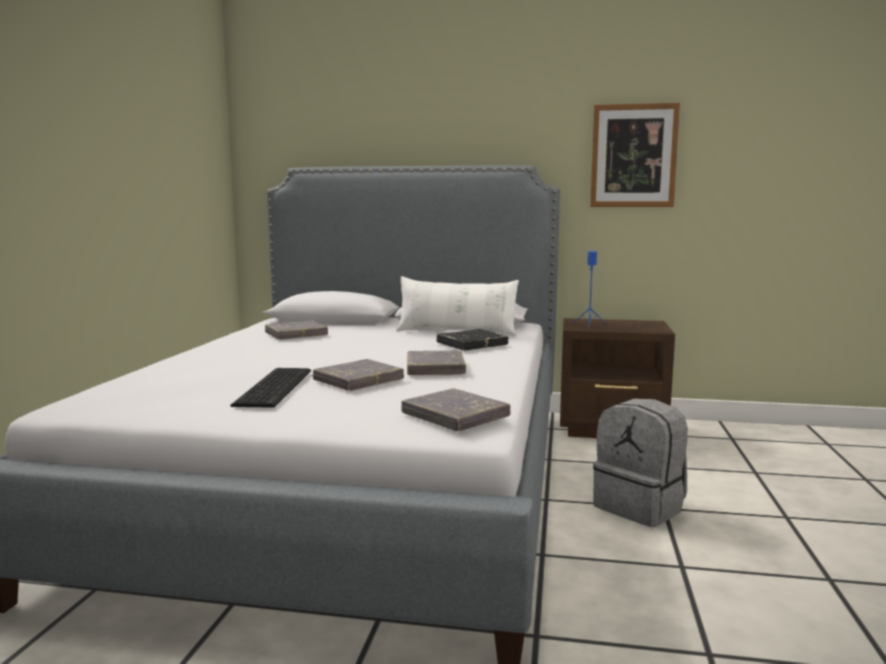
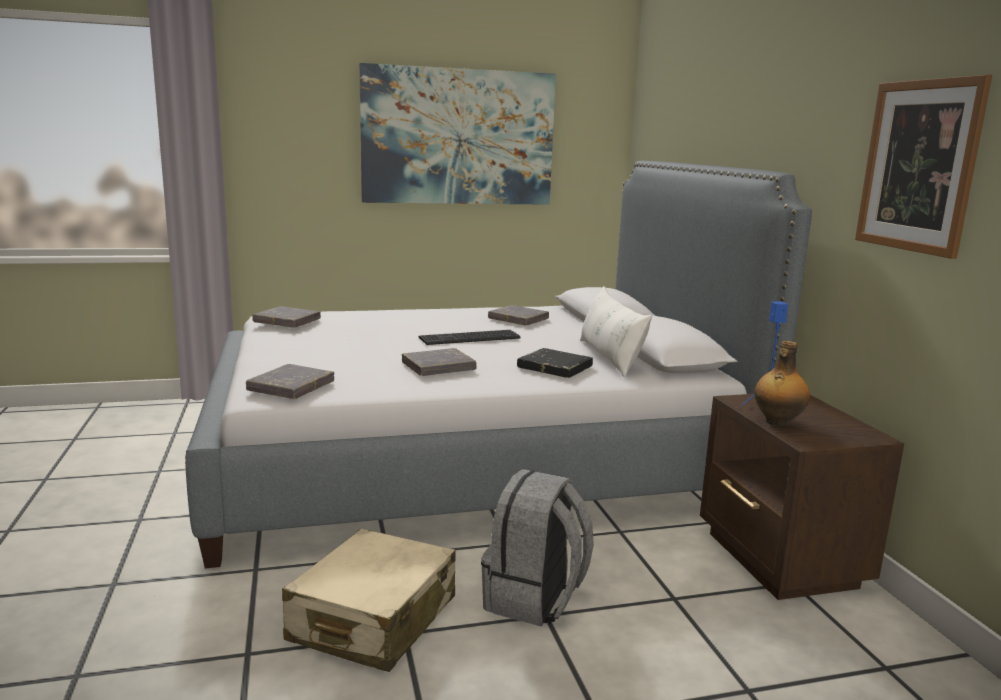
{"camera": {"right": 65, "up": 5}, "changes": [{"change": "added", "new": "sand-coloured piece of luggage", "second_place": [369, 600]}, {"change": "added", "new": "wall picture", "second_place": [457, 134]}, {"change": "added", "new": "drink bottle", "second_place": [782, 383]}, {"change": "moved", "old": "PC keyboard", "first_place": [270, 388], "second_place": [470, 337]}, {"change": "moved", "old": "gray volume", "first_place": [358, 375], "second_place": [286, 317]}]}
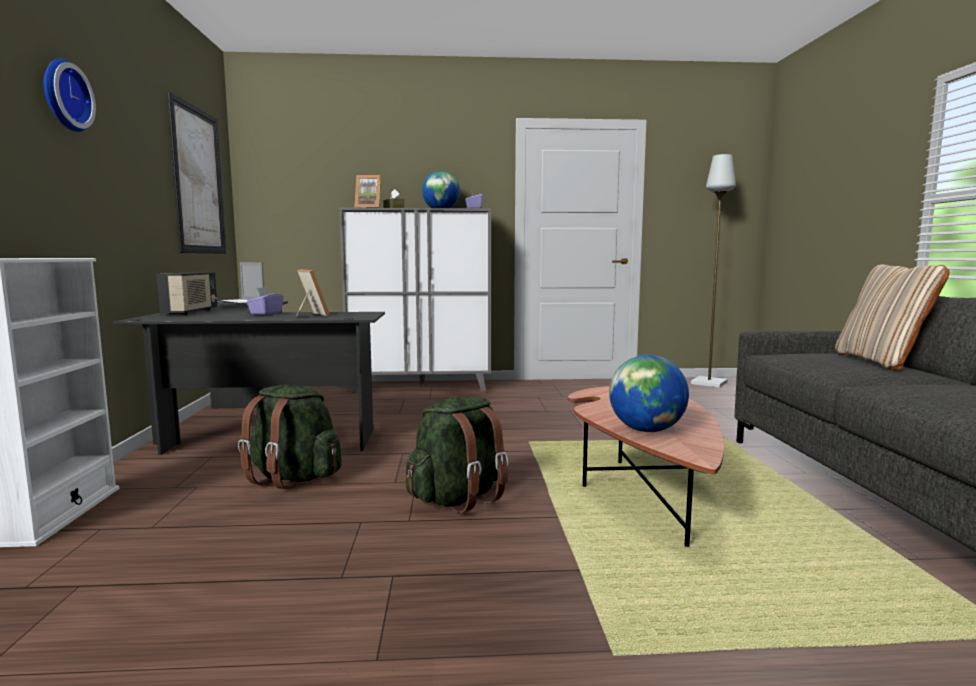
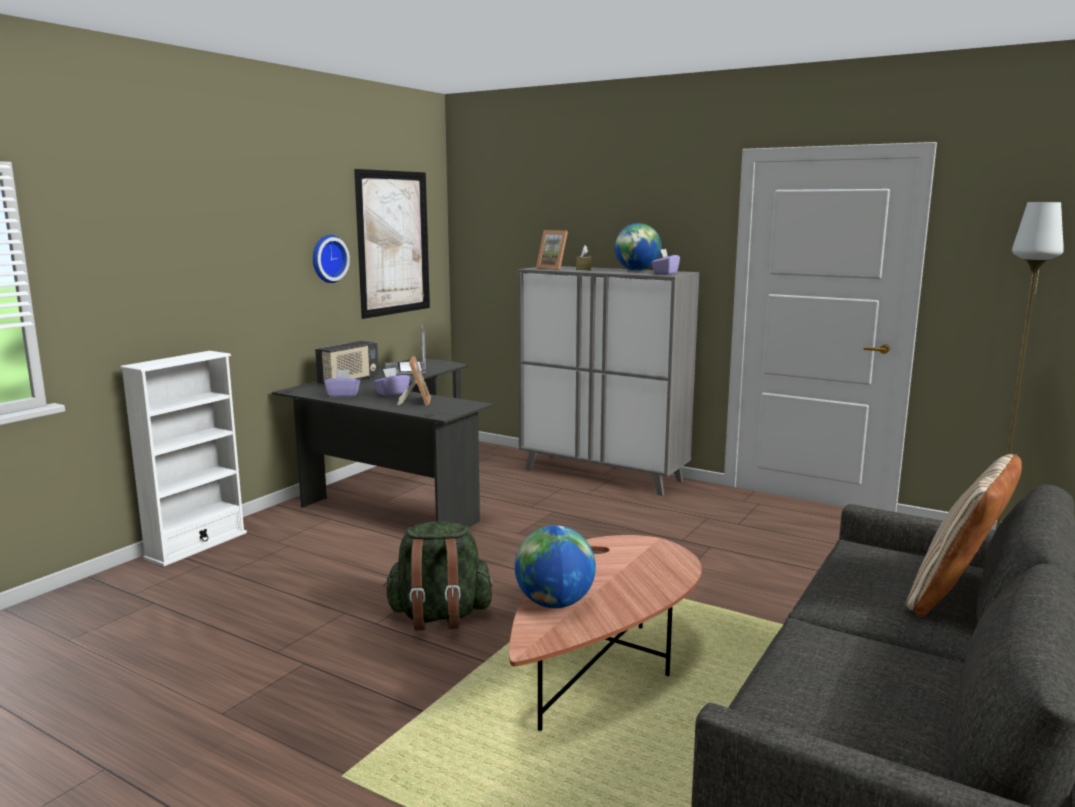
{"camera": {"right": 35, "up": 5}, "changes": [{"change": "removed", "old": "green rucksack", "first_place": [290, 437]}, {"change": "added", "new": "purplish tissue box", "second_place": [342, 383]}, {"change": "moved", "old": "hanging clock", "first_place": [69, 95], "second_place": [331, 259]}]}
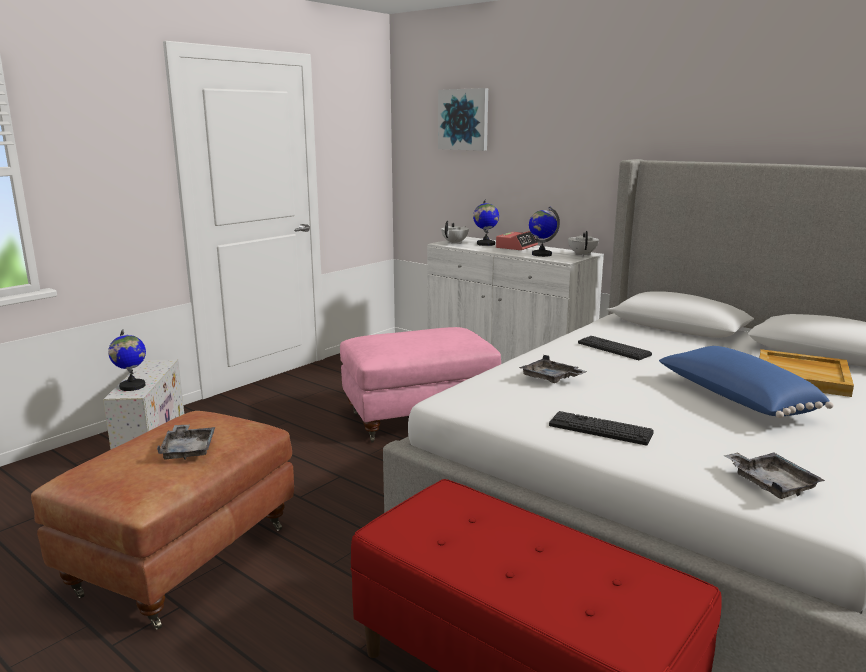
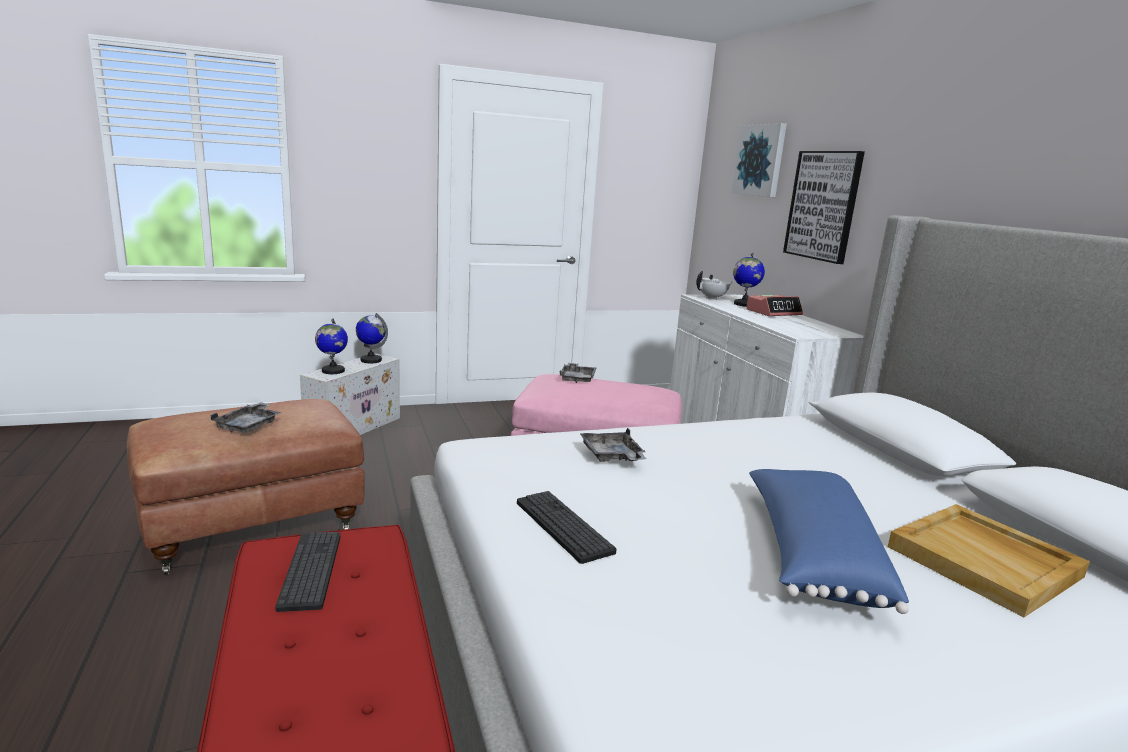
{"camera": {"right": 30, "up": 0}, "changes": [{"change": "removed", "old": "whitish pot for tea", "first_place": [583, 243]}, {"change": "added", "new": "wall picture", "second_place": [824, 207]}, {"change": "moved", "old": "desk globe", "first_place": [544, 232], "second_place": [372, 338]}, {"change": "moved", "old": "PC keyboard", "first_place": [615, 348], "second_place": [307, 572]}, {"change": "moved", "old": "gray serving tray", "first_place": [774, 475], "second_place": [578, 373]}]}
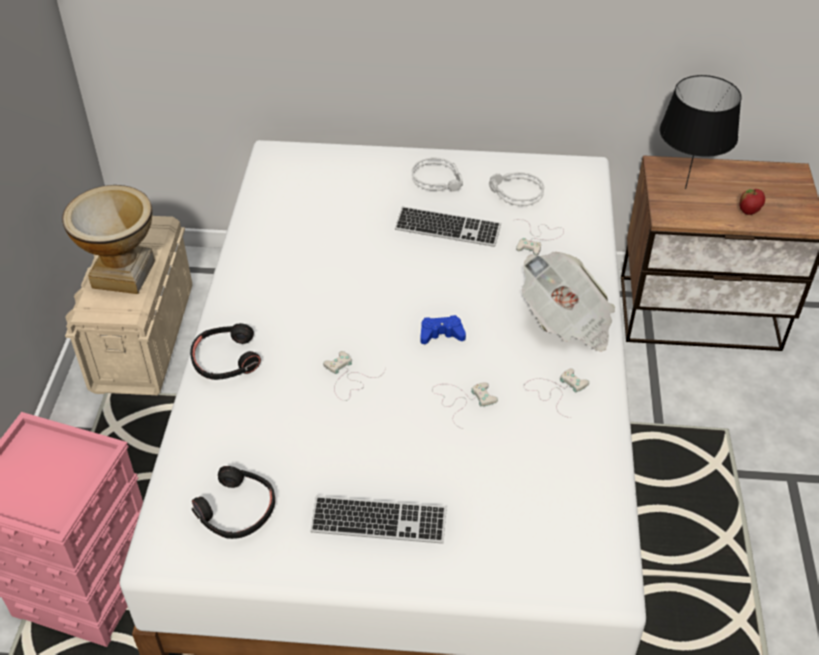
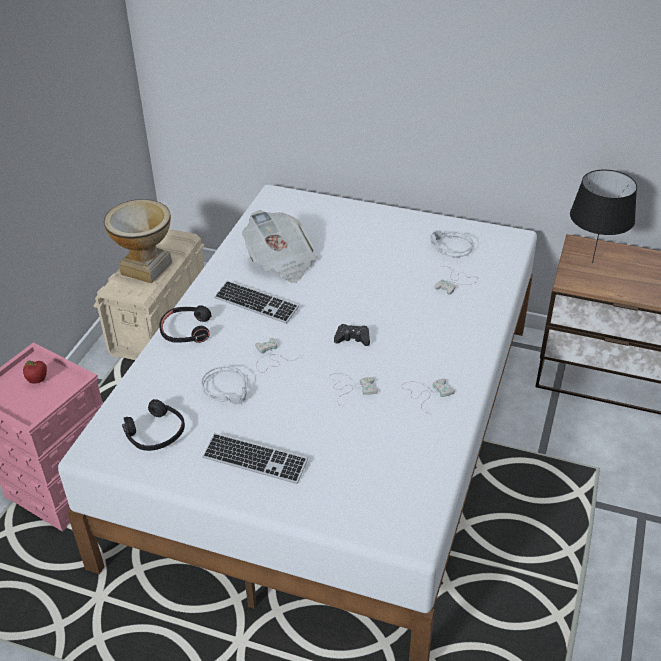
{"camera": {"right": 15, "up": -5}, "changes": [{"change": "moved", "old": "PC keyboard", "first_place": [448, 226], "second_place": [256, 302]}, {"change": "moved", "old": "gray headset", "first_place": [437, 174], "second_place": [224, 385]}, {"change": "moved", "old": "daily paper", "first_place": [568, 302], "second_place": [280, 246]}, {"change": "moved", "old": "whole apple", "first_place": [752, 202], "second_place": [35, 372]}, {"change": "recoloured", "old": "bluish game controller", "new": "black game controller", "first_place": [443, 329], "second_place": [352, 335]}]}
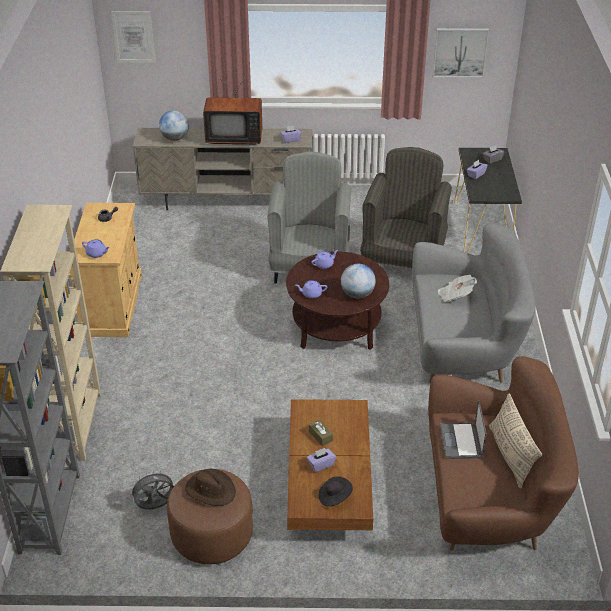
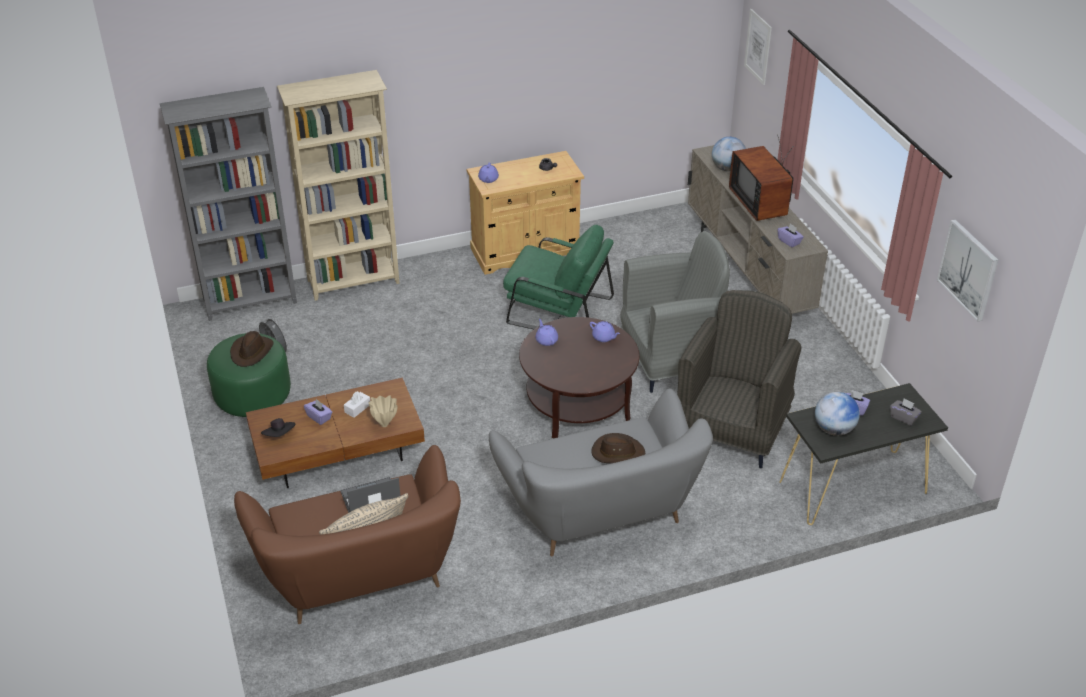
{"camera": {"right": 70, "up": 0}, "changes": [{"change": "added", "new": "sand-coloured decorative vase", "second_place": [383, 411]}, {"change": "added", "new": "green lounge chair", "second_place": [558, 277]}, {"change": "moved", "old": "desk globe", "first_place": [358, 281], "second_place": [837, 414]}, {"change": "replaced", "old": "daily paper", "new": "brownish clothing hat", "first_place": [457, 288], "second_place": [618, 448]}, {"change": "recoloured", "old": "brownish footrest", "new": "green footrest", "first_place": [210, 516], "second_place": [249, 375]}, {"change": "recoloured", "old": "brownish tissue box", "new": "whitish tissue box", "first_place": [321, 433], "second_place": [357, 404]}, {"change": "turned", "old": "gray lounge chair", "first_place": [406, 208], "second_place": [739, 379], "degrees": -60}]}
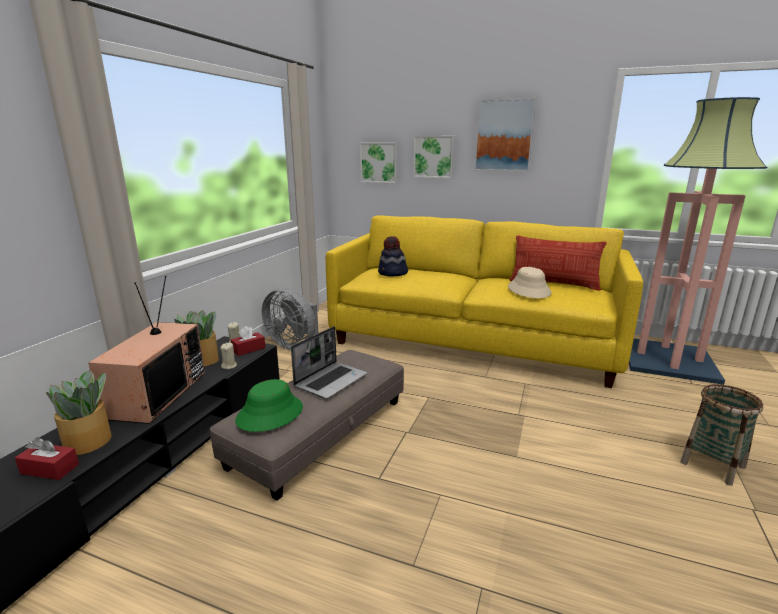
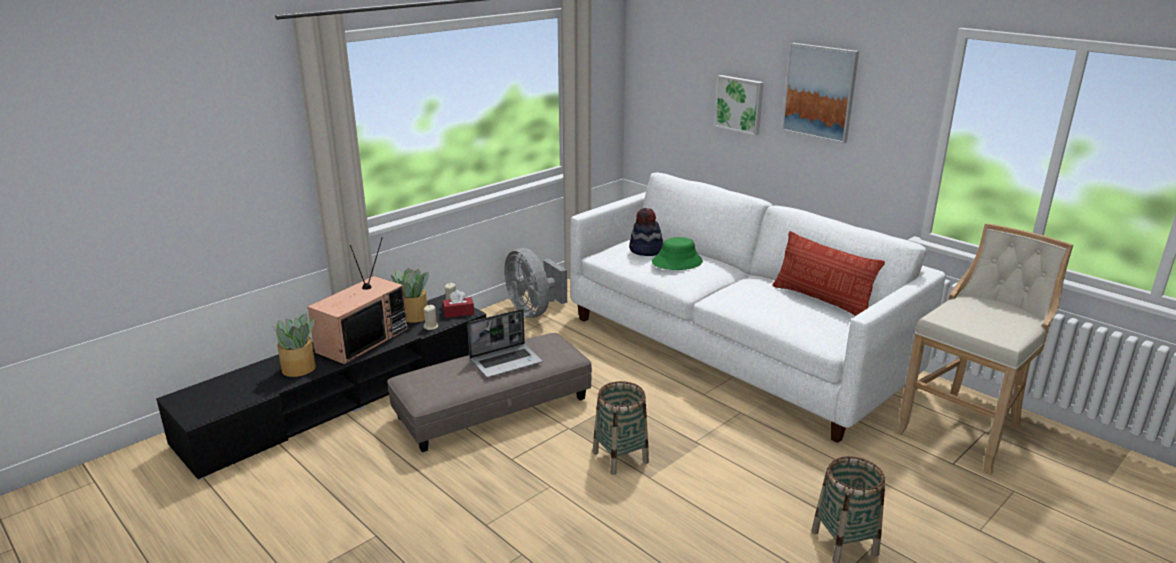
{"camera": {"right": 25, "up": 5}, "changes": [{"change": "removed", "old": "red-coloured tissue box", "first_place": [47, 458]}, {"change": "removed", "old": "wall picture", "first_place": [378, 163]}, {"change": "removed", "old": "sand-coloured clothing hat", "first_place": [530, 282]}, {"change": "added", "new": "basket", "second_place": [621, 428]}, {"change": "moved", "old": "green clothing hat", "first_place": [269, 405], "second_place": [677, 253]}, {"change": "replaced", "old": "standing lamp", "new": "sand-coloured sitting stool", "first_place": [698, 241], "second_place": [984, 349]}, {"change": "recoloured", "old": "yellow settee", "new": "whitish settee", "first_place": [484, 302], "second_place": [757, 308]}]}
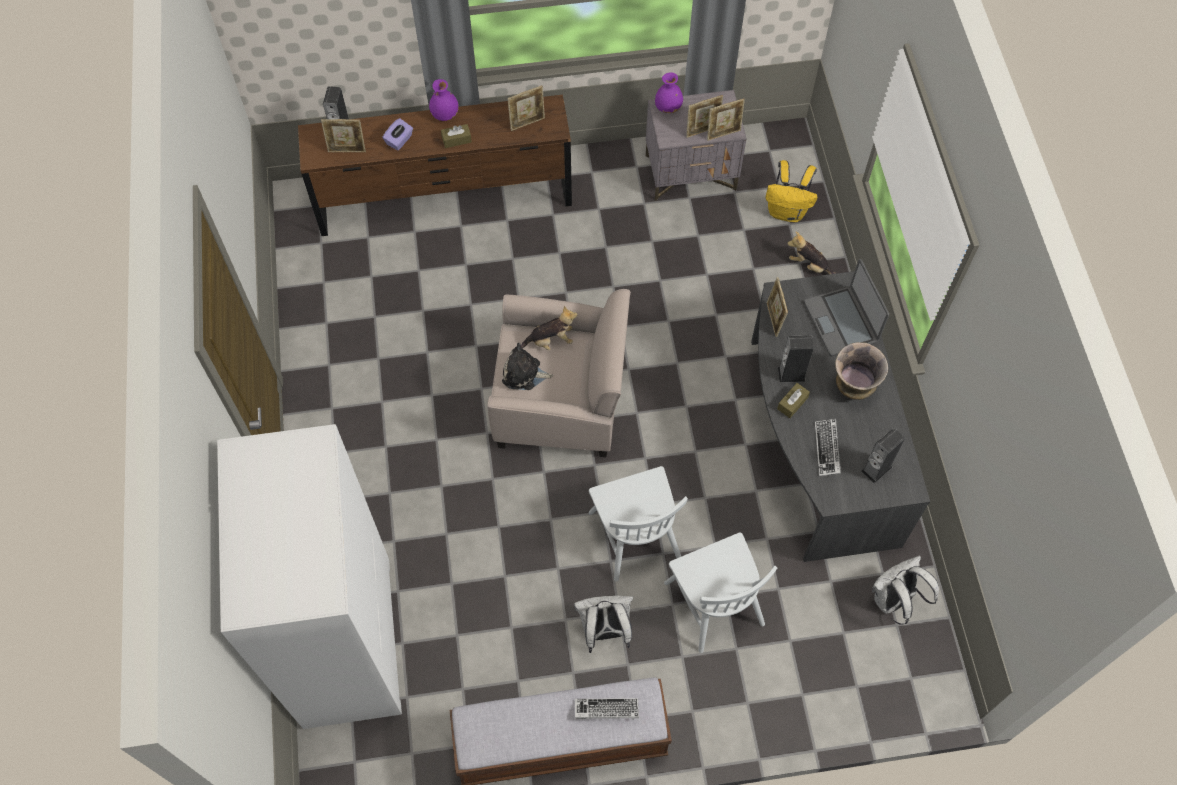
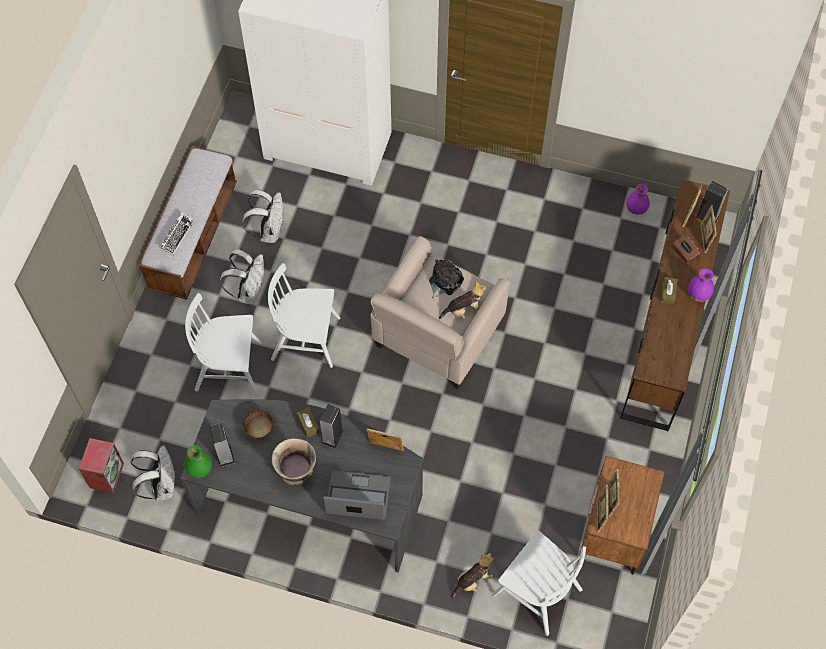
{"camera": {"right": 115, "up": 0}, "changes": [{"change": "added", "new": "loudspeaker", "second_place": [101, 465]}, {"change": "added", "new": "green decorative vase", "second_place": [198, 461]}, {"change": "added", "new": "whitish rucksack", "second_place": [262, 216]}, {"change": "moved", "old": "picture frame", "first_place": [526, 108], "second_place": [708, 229]}, {"change": "moved", "old": "purplish decorative vase", "first_place": [669, 92], "second_place": [638, 199]}, {"change": "replaced", "old": "yellow rucksack", "new": "whitish plain chair", "first_place": [791, 191], "second_place": [539, 583]}, {"change": "replaced", "old": "PC keyboard", "new": "serving bowl", "first_place": [828, 447], "second_place": [258, 424]}, {"change": "recoloured", "old": "purplish tissue box", "new": "brownish tissue box", "first_place": [397, 134], "second_place": [686, 249]}, {"change": "recoloured", "old": "gray bedside table", "new": "brownish bedside table", "first_place": [696, 145], "second_place": [622, 515]}, {"change": "turned", "old": "plush toy", "first_place": [549, 328], "second_place": [462, 300], "degrees": -120}]}
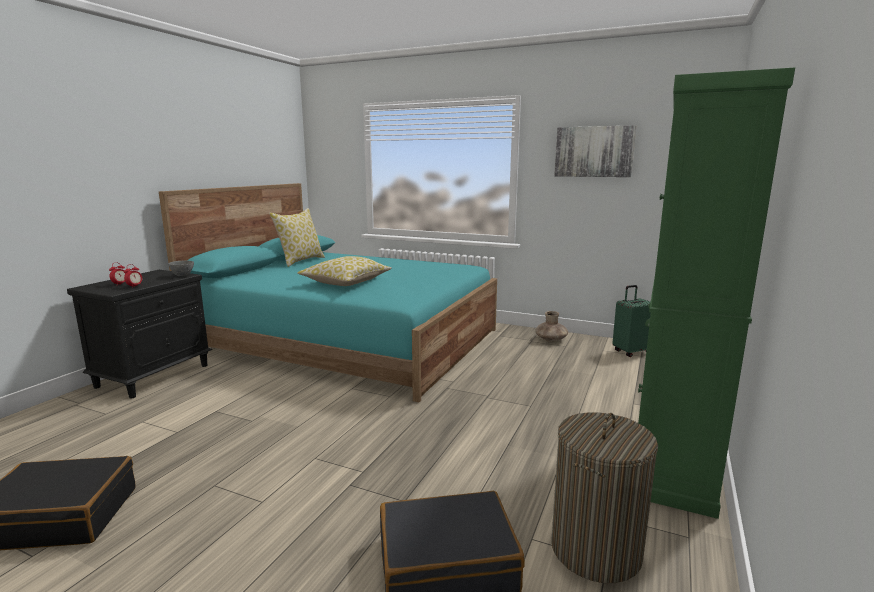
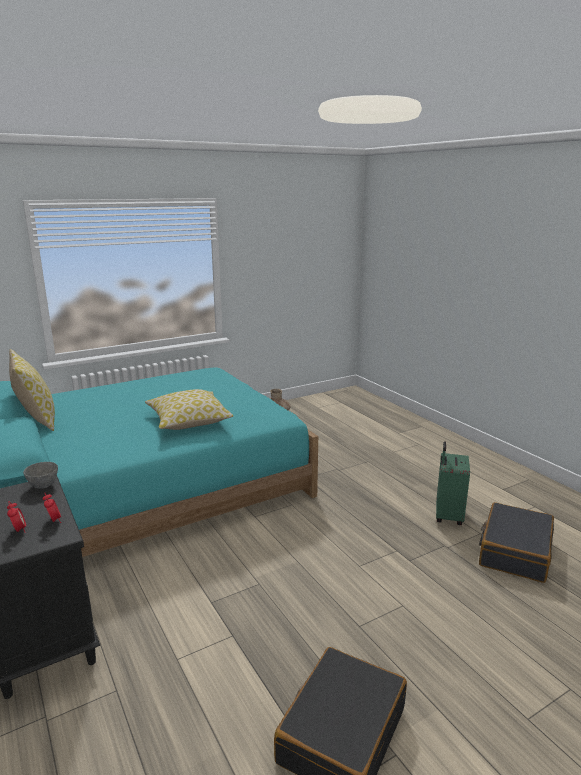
{"camera": {"right": -55, "up": 5}, "changes": [{"change": "removed", "old": "washing basket", "first_place": [604, 497]}, {"change": "removed", "old": "wall picture", "first_place": [595, 151]}, {"change": "removed", "old": "green cabinet", "first_place": [716, 293]}, {"change": "moved", "old": "green piece of luggage", "first_place": [631, 321], "second_place": [453, 483]}]}
